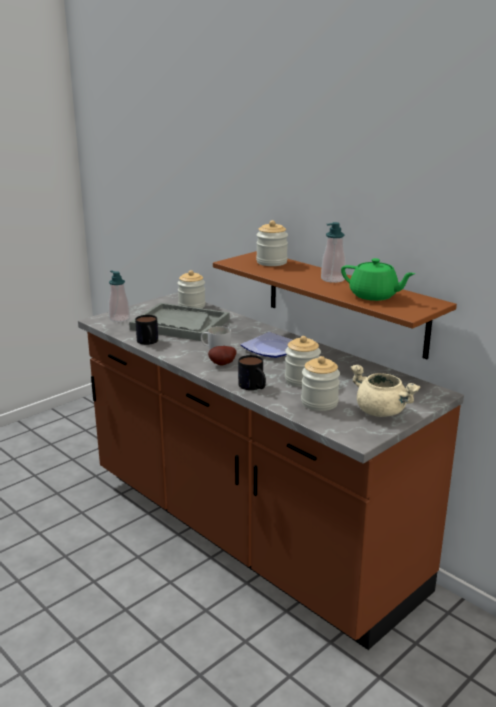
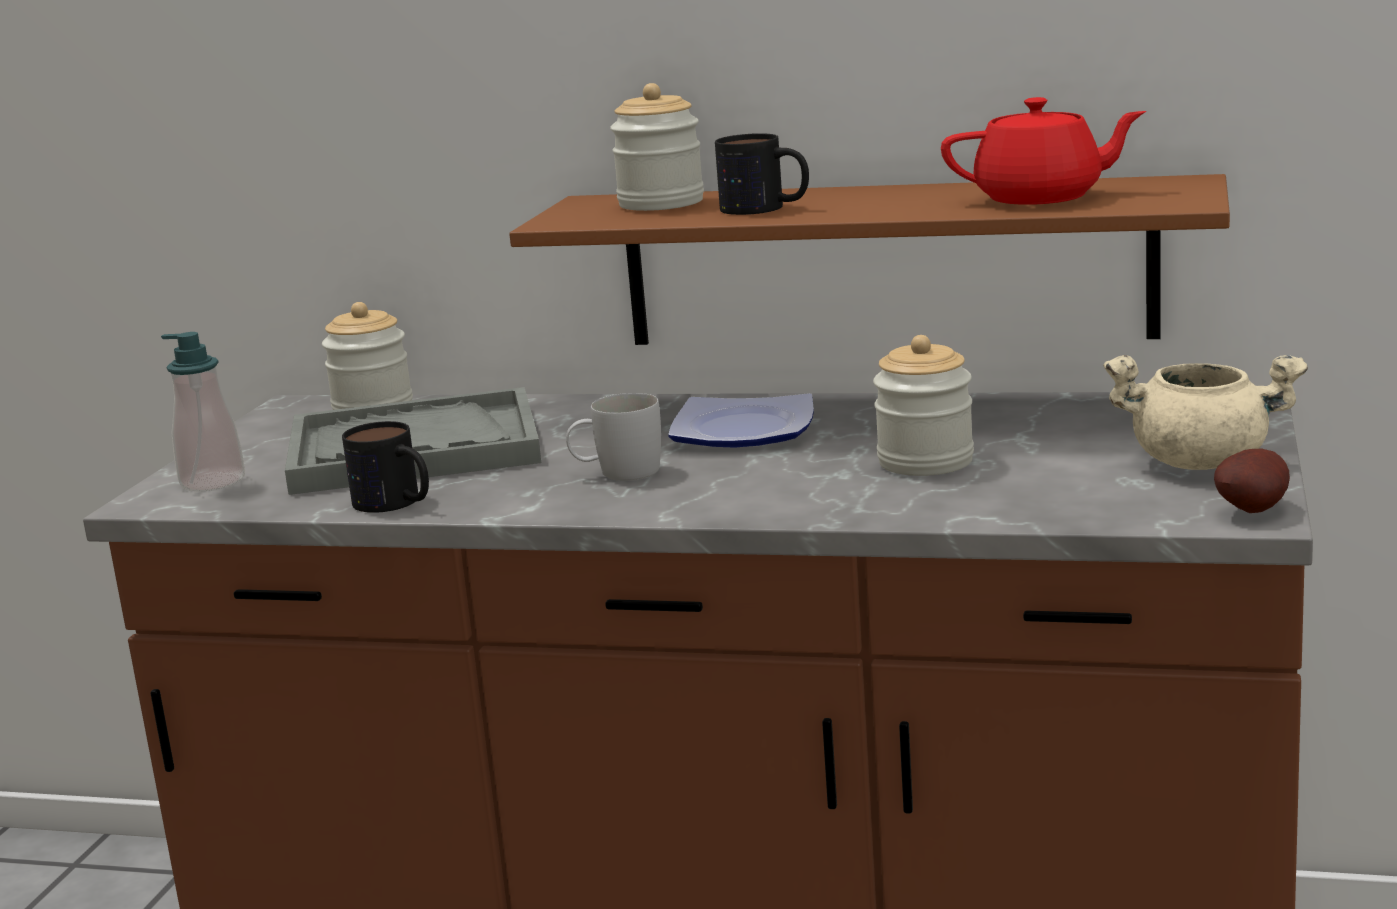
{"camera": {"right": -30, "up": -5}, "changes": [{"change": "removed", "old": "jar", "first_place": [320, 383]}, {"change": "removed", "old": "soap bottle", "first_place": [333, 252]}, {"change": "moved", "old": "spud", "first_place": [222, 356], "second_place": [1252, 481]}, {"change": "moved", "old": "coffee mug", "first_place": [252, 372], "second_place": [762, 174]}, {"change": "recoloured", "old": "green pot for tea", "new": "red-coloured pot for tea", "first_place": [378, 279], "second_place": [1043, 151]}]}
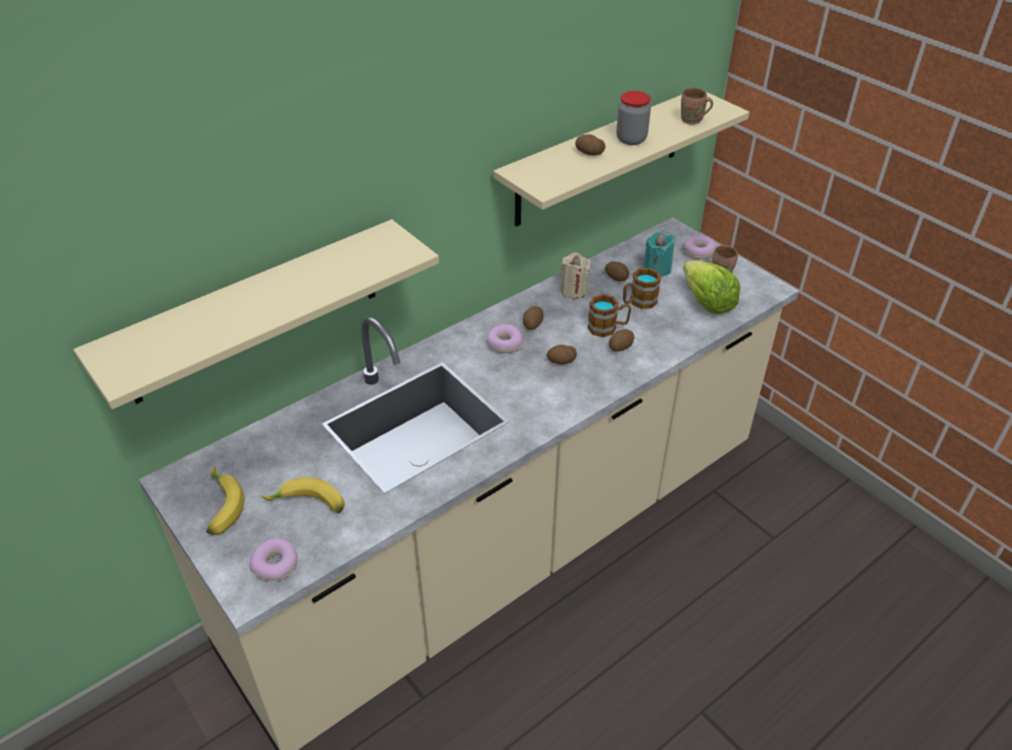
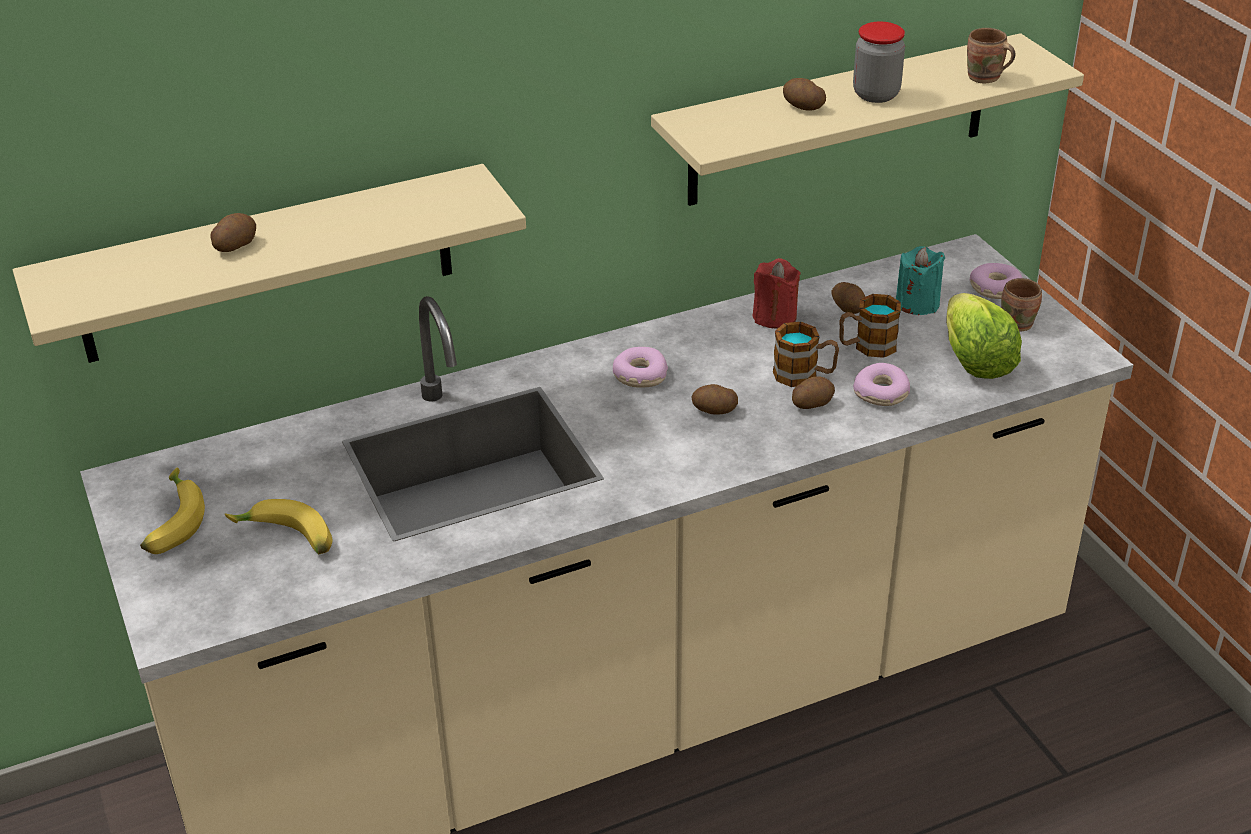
{"camera": {"right": 15, "up": -5}, "changes": [{"change": "moved", "old": "donut", "first_place": [274, 559], "second_place": [881, 384]}, {"change": "moved", "old": "spud", "first_place": [533, 318], "second_place": [233, 232]}, {"change": "recoloured", "old": "sand-coloured candle", "new": "red-coloured candle", "first_place": [575, 276], "second_place": [777, 293]}]}
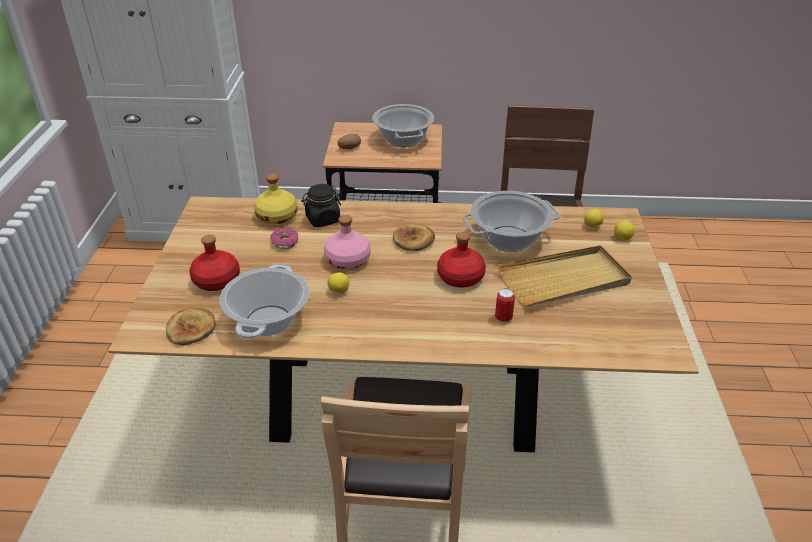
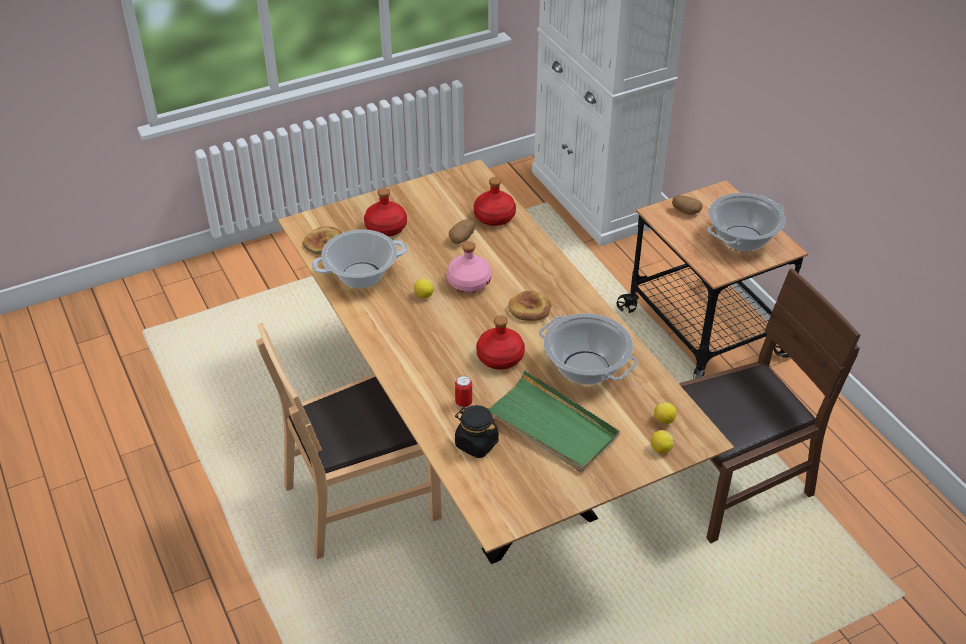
{"camera": {"right": 60, "up": 5}, "changes": [{"change": "moved", "old": "black jar", "first_place": [321, 205], "second_place": [477, 431]}, {"change": "replaced", "old": "donut", "new": "spud", "first_place": [284, 238], "second_place": [462, 231]}, {"change": "recoloured", "old": "yellow drink bottle", "new": "red-coloured drink bottle", "first_place": [276, 199], "second_place": [495, 201]}, {"change": "recoloured", "old": "sand-coloured serving tray", "new": "green serving tray", "first_place": [565, 276], "second_place": [553, 421]}]}
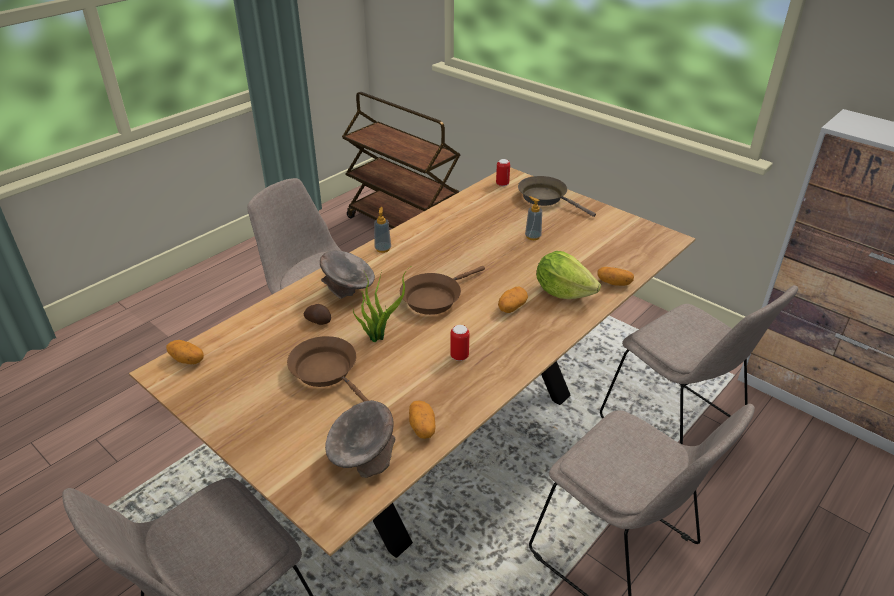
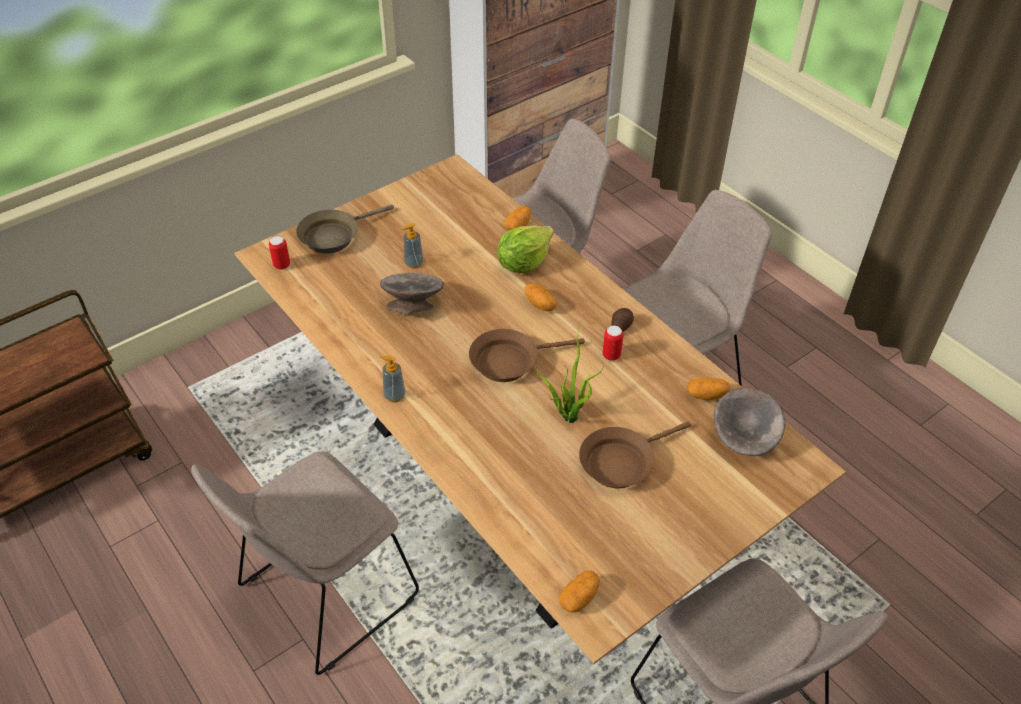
{"camera": {"right": -80, "up": 10}, "changes": [{"change": "moved", "old": "spud", "first_place": [317, 314], "second_place": [622, 320]}, {"change": "moved", "old": "gray serving bowl", "first_place": [347, 274], "second_place": [412, 294]}, {"change": "turned", "old": "brownish frying pan", "first_place": [442, 290], "second_place": [527, 355], "degrees": 105}]}
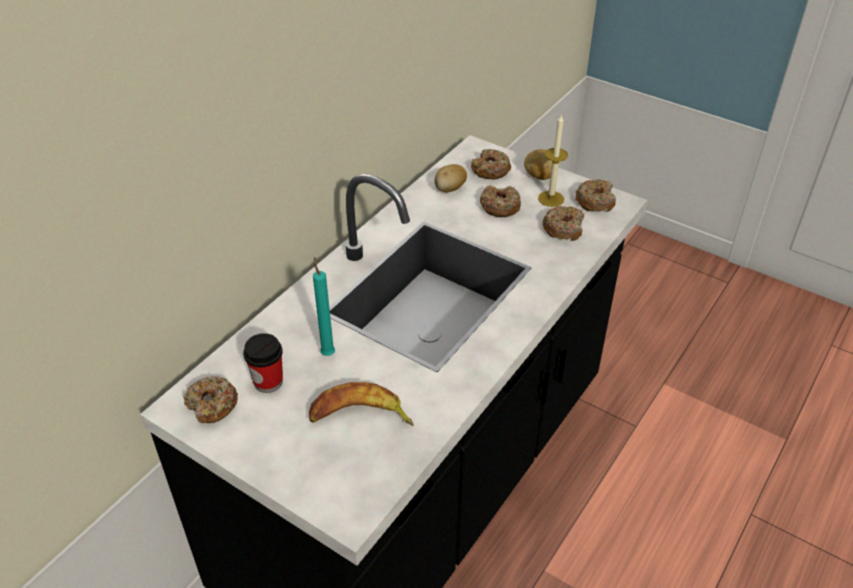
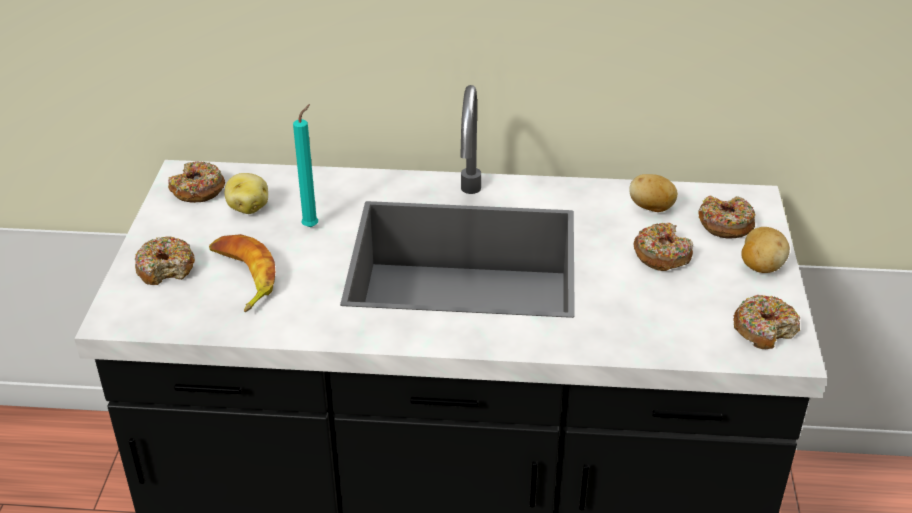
{"camera": {"right": 60, "up": -5}, "changes": [{"change": "removed", "old": "candle", "first_place": [553, 161]}, {"change": "moved", "old": "donut", "first_place": [563, 223], "second_place": [165, 260]}, {"change": "replaced", "old": "cup", "new": "spud", "first_place": [263, 363], "second_place": [246, 193]}]}
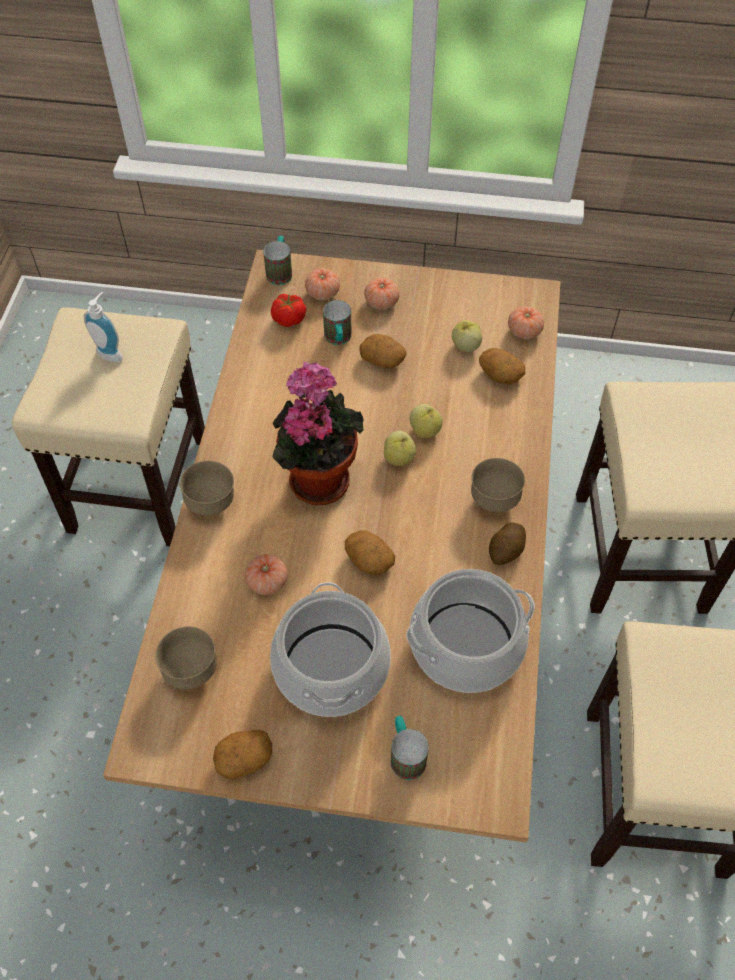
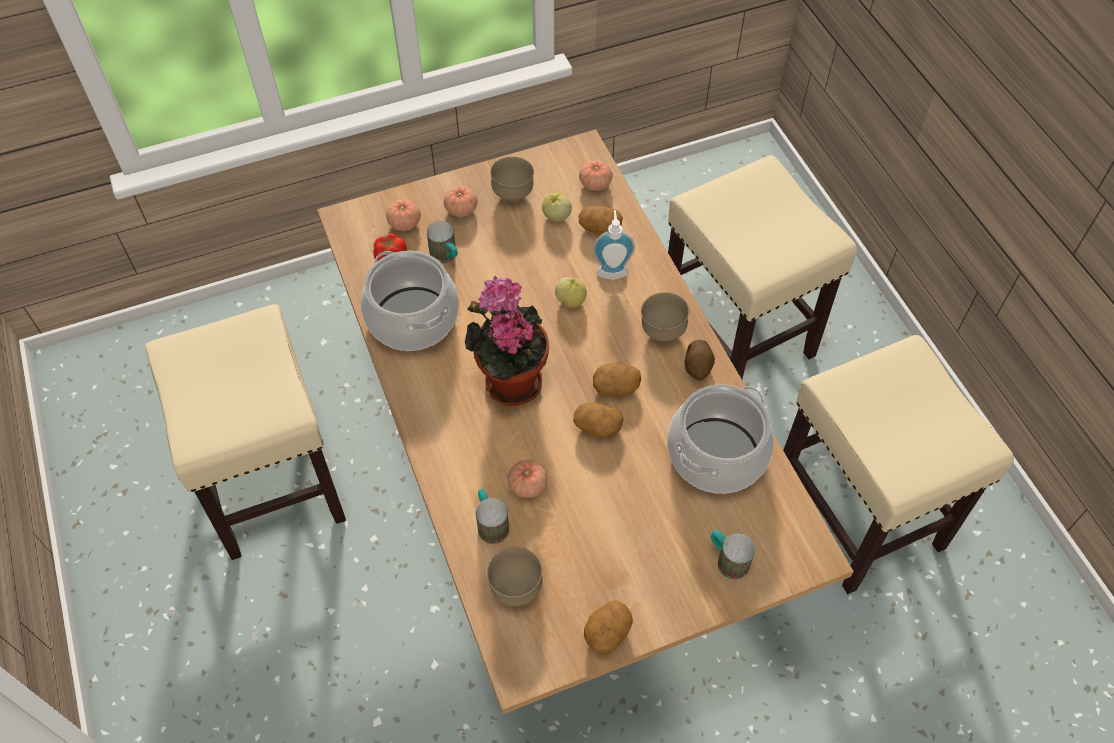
{"camera": {"right": -30, "up": 0}, "changes": [{"change": "removed", "old": "whole apple", "first_place": [400, 448]}, {"change": "moved", "old": "soap bottle", "first_place": [103, 327], "second_place": [614, 244]}, {"change": "moved", "old": "brownish serving bowl", "first_place": [207, 488], "second_place": [512, 179]}, {"change": "moved", "old": "coffee mug", "first_place": [277, 260], "second_place": [492, 516]}, {"change": "moved", "old": "saucepot", "first_place": [330, 649], "second_place": [410, 301]}, {"change": "moved", "old": "spud", "first_place": [383, 351], "second_place": [617, 379]}]}
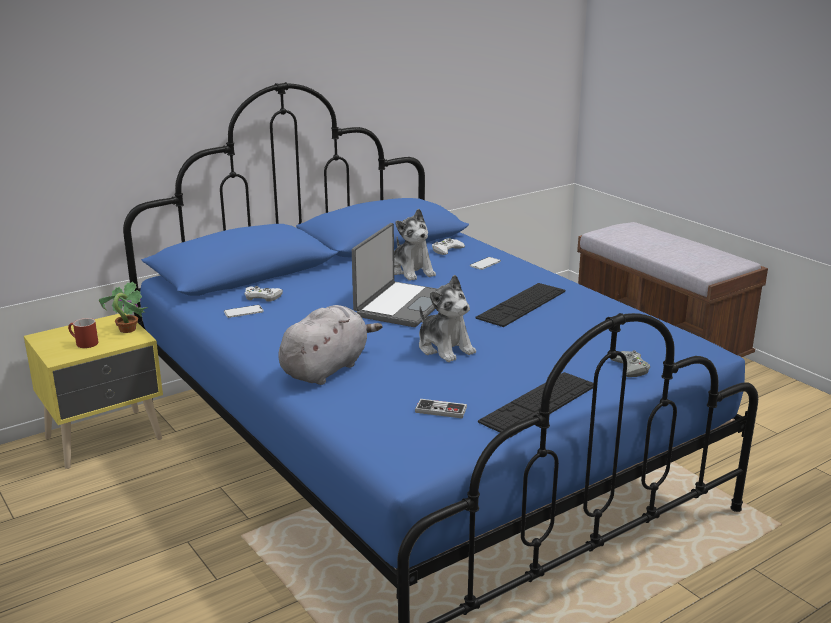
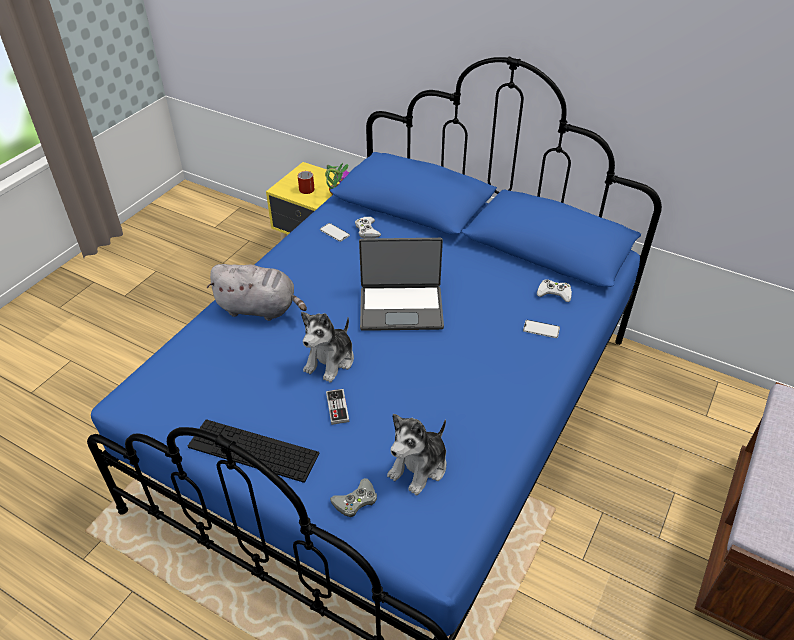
{"camera": {"right": 65, "up": 20}, "changes": [{"change": "removed", "old": "PC keyboard", "first_place": [520, 305]}, {"change": "moved", "old": "plush toy", "first_place": [415, 245], "second_place": [416, 454]}, {"change": "moved", "old": "game controller", "first_place": [441, 408], "second_place": [337, 407]}]}
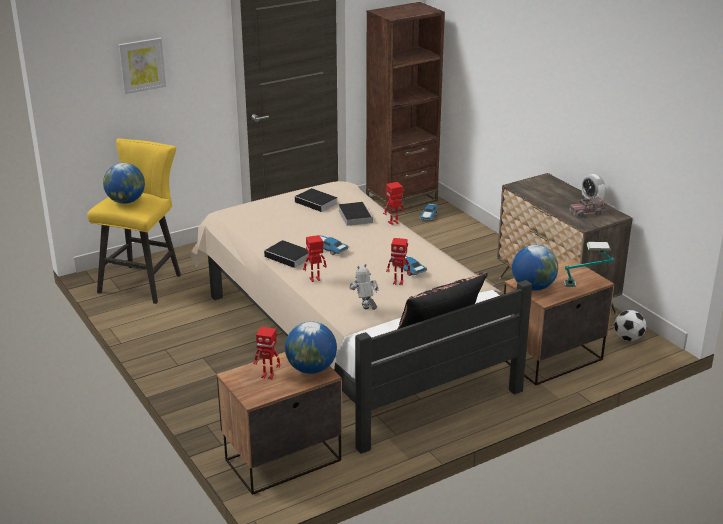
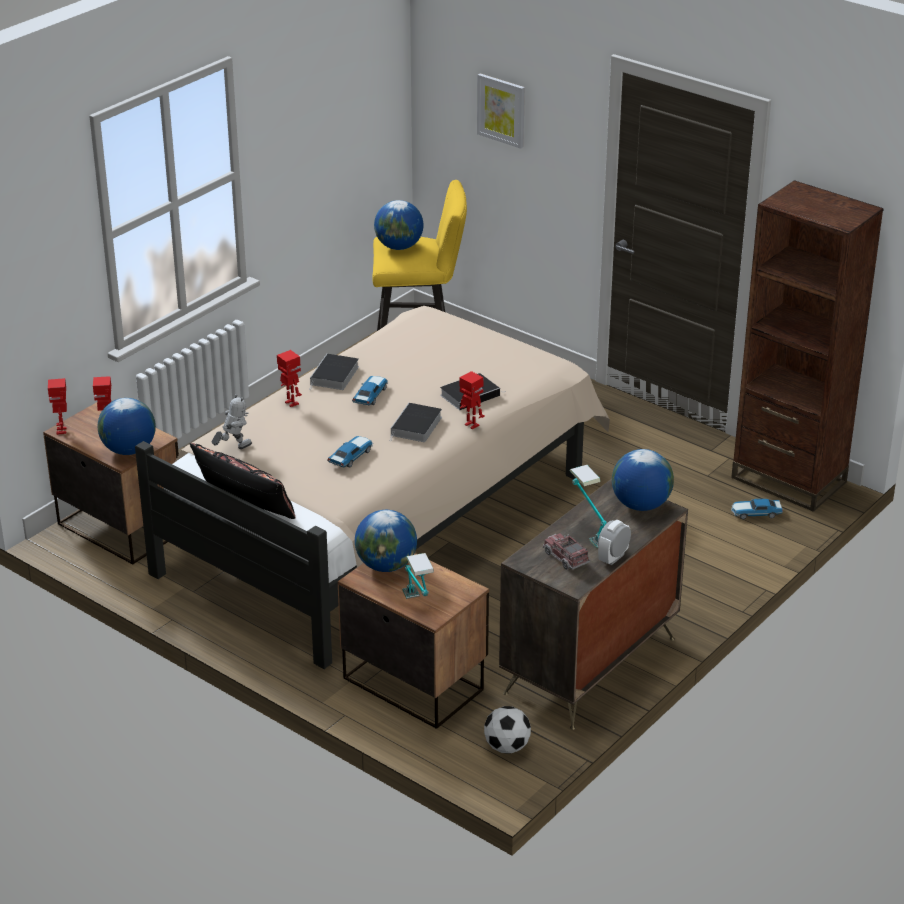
{"camera": {"right": 70, "up": 5}, "changes": [{"change": "added", "new": "lamp for a table", "second_place": [588, 506]}, {"change": "added", "new": "desk globe", "second_place": [643, 480]}, {"change": "moved", "old": "volume", "first_place": [316, 200], "second_place": [416, 422]}, {"change": "moved", "old": "robot figure", "first_place": [398, 261], "second_place": [57, 406]}]}
